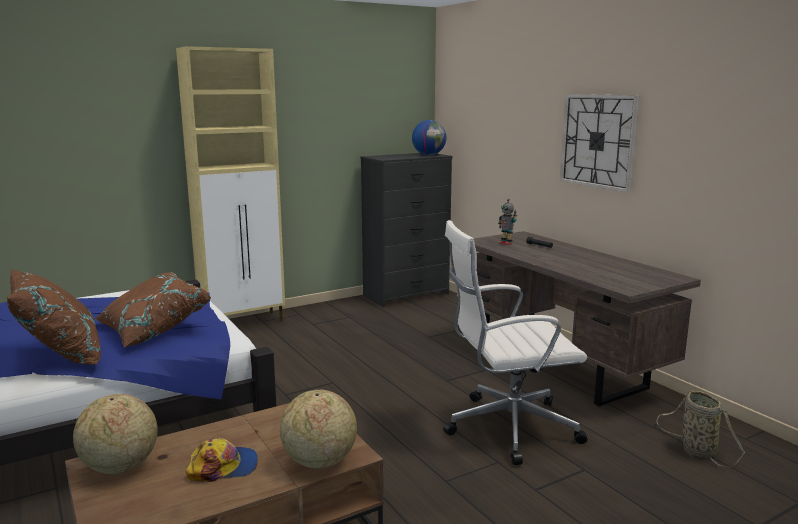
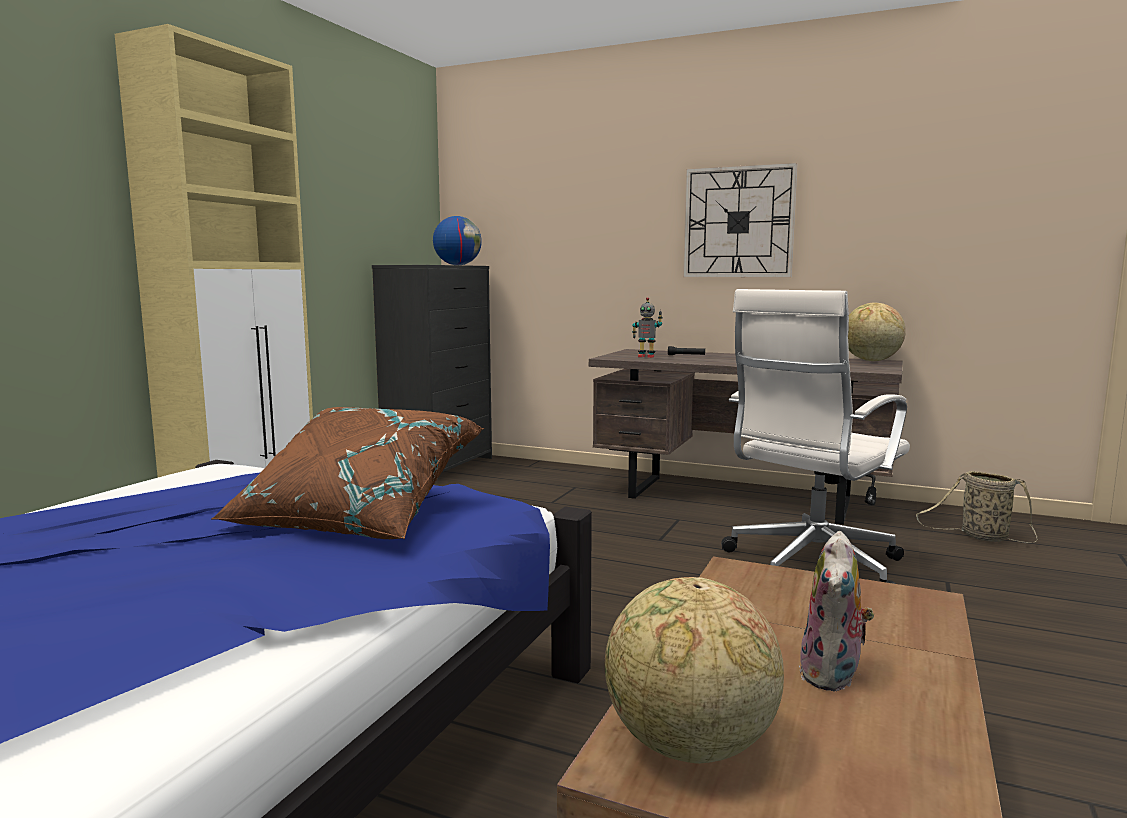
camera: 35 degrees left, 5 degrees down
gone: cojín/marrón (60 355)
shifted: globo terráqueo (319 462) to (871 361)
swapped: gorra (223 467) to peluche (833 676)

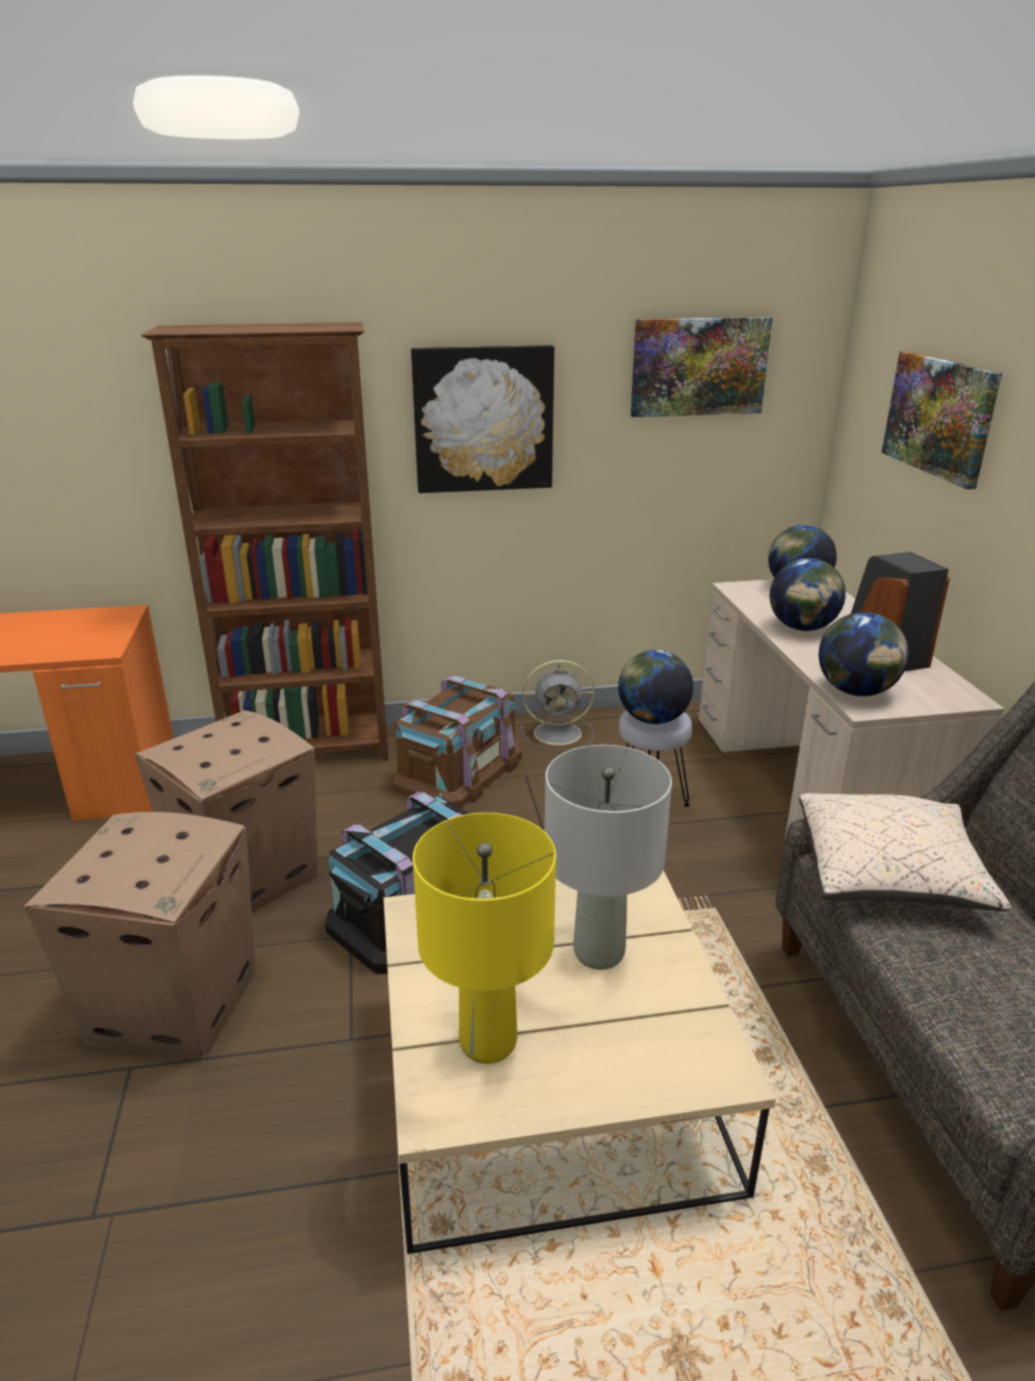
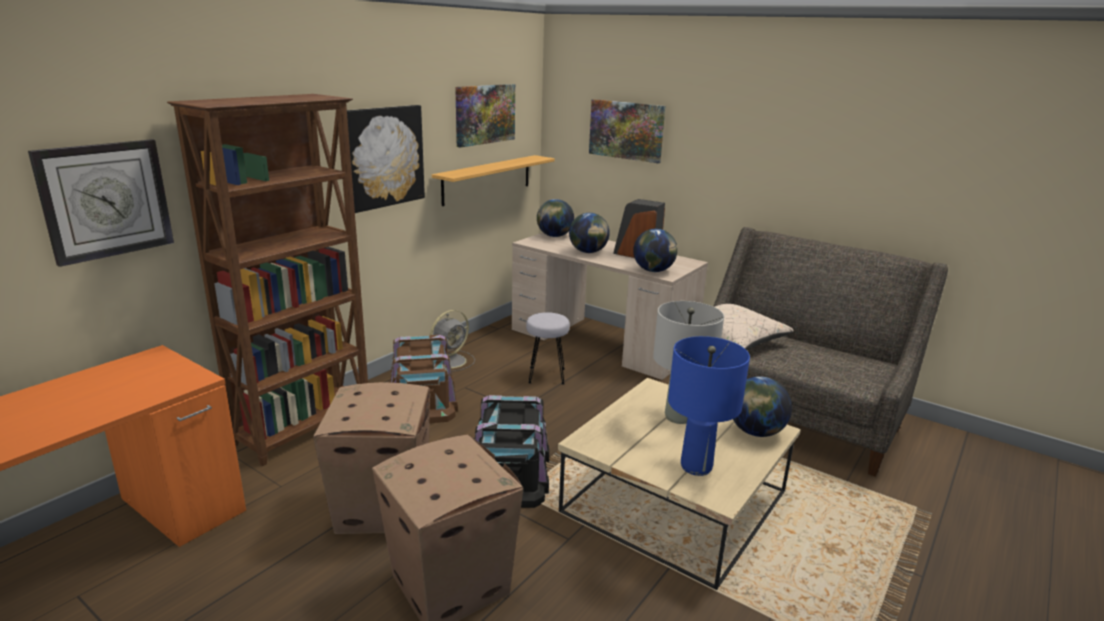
camera: 45 degrees left, 5 degrees down
new: reloj de pared (105 200); estante (487 179)
shifted: globo terráqueo (652 719) to (755 432)
repainted: lámpara de mesa/amarillo (488 1041) to lámpara de mesa/azul (695 466)

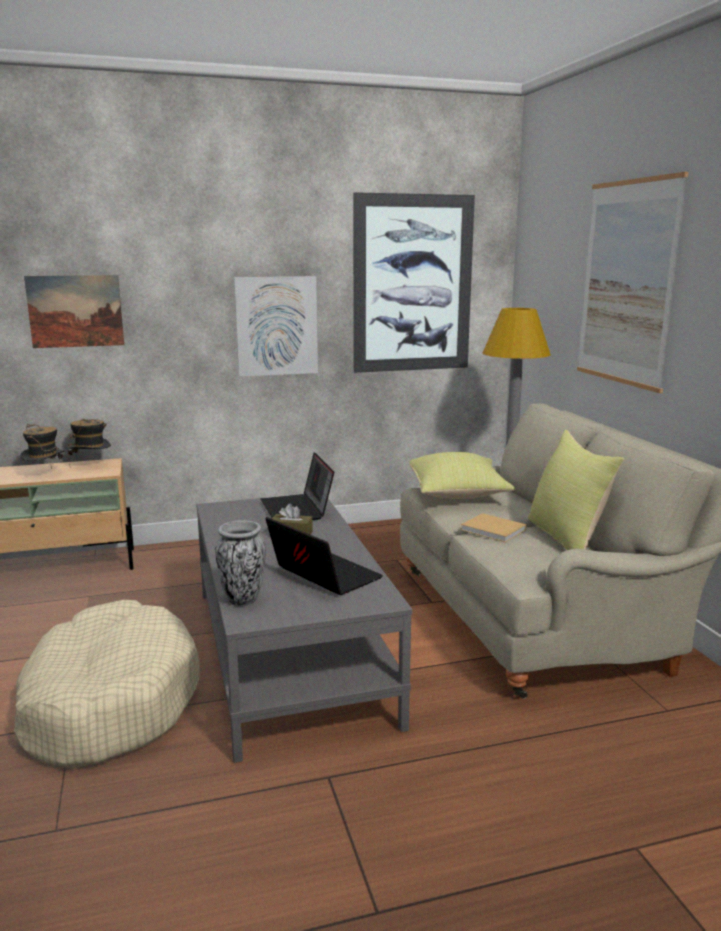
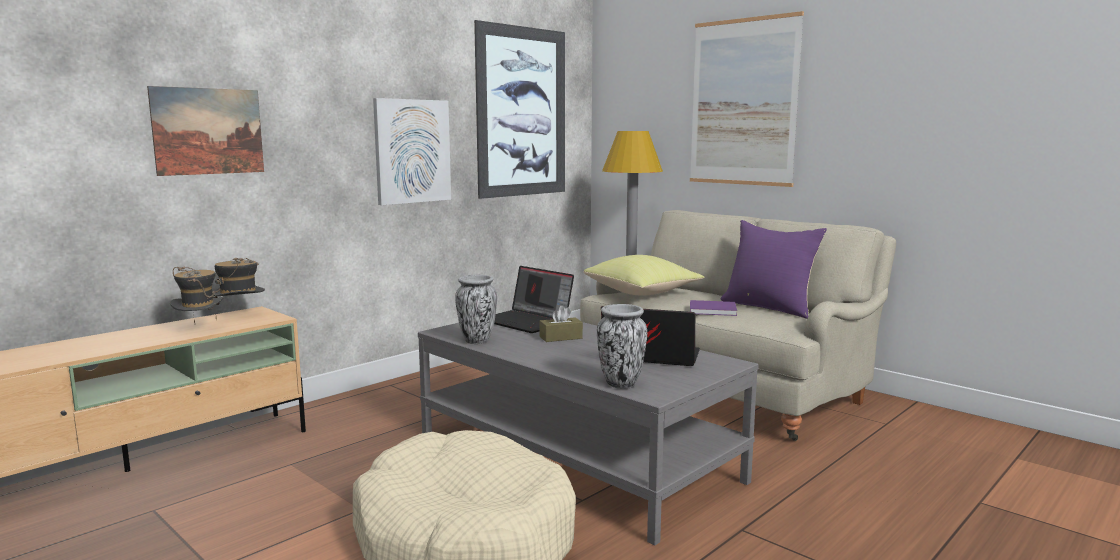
camera: 30 degrees left, 5 degrees down
new: florero (476 341)
repainted: libro/beis (495 530) to libro/morado (714 310); cojín/amarillo (567 538) to cojín/morado (769 307)

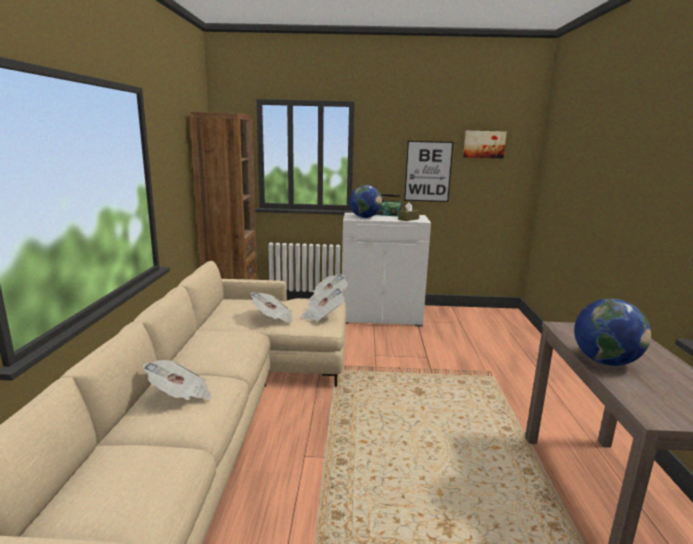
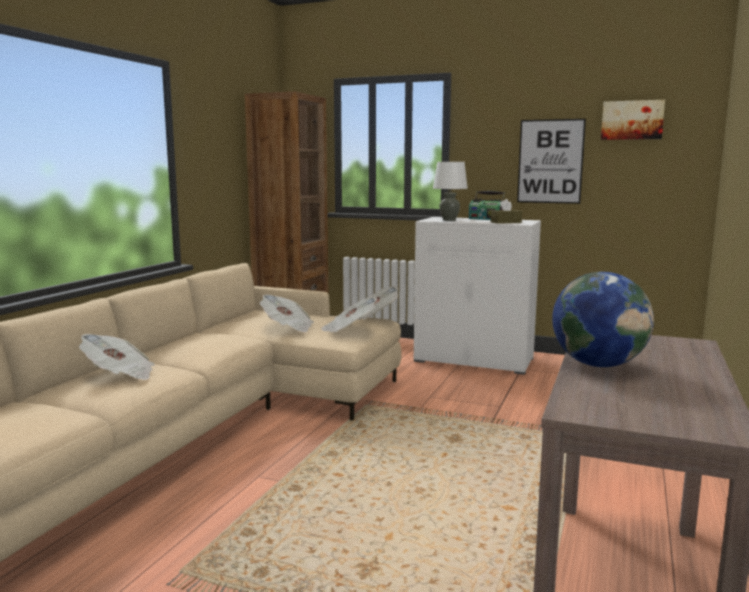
camera: 20 degrees right, 5 degrees down
swapped: globo terráqueo (365 217) to lámpara de mesa/blanco (449 220)

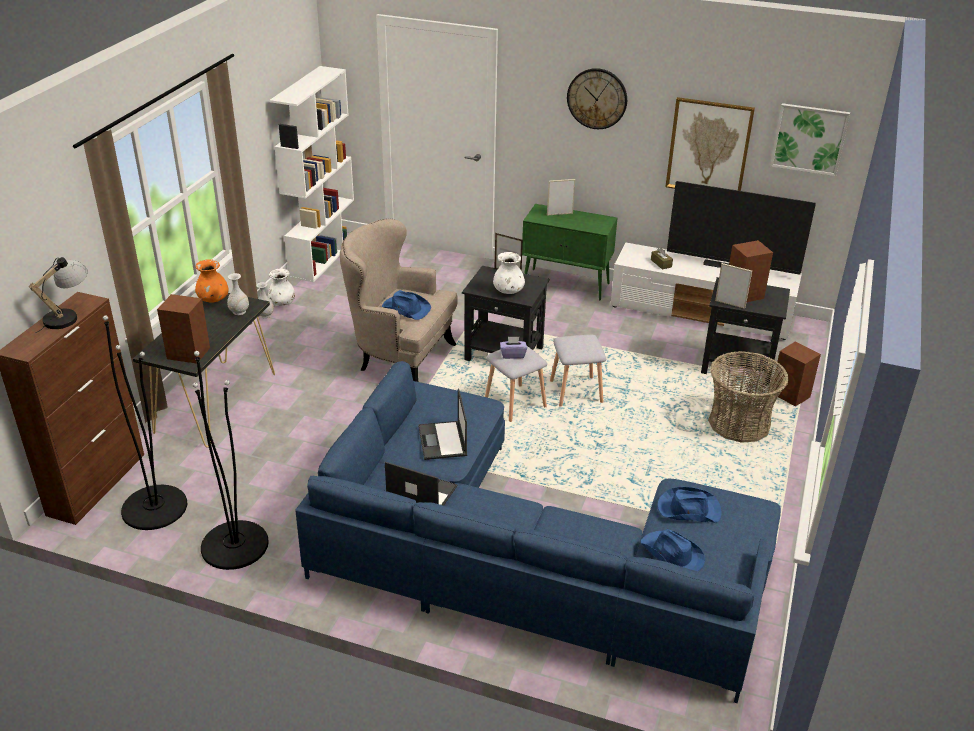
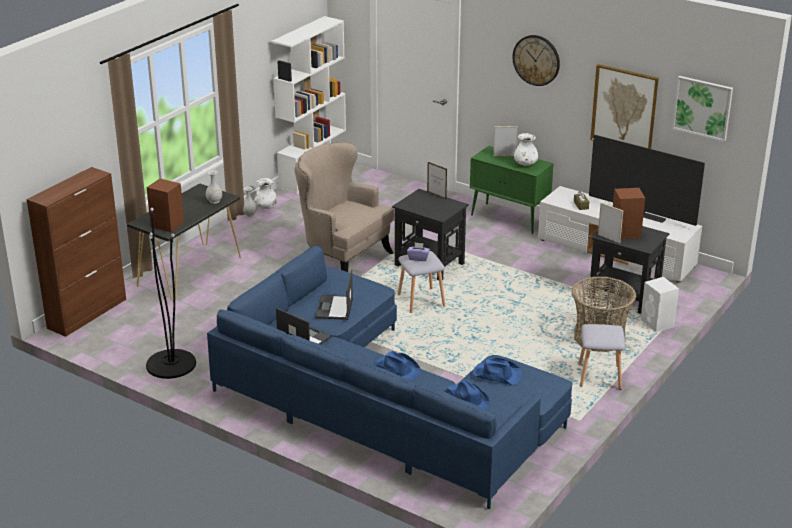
camera: 15 degrees right, 5 degrees down
gone: lámpara de mesa (68 316); lámpara de pie/negro (154 507); florero/naranja (213 299)
shifted: sombrero/azul (406 308) to (397 369); florero/blanco (508 291) to (525 164); taburete/gris (576 392) to (600 377)
repainted: altavoz/marrón (791 395) to altavoz/blanco (657 324)

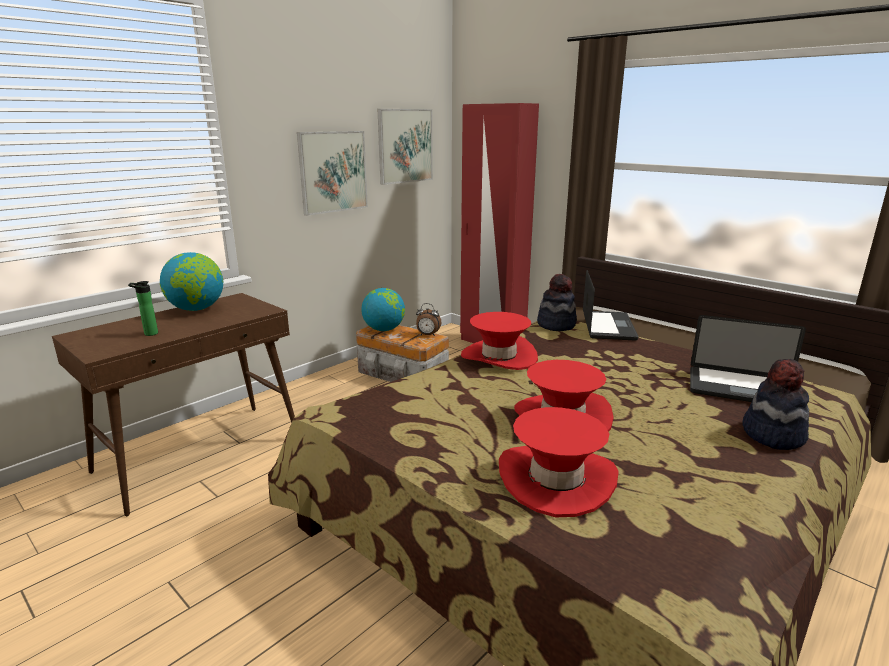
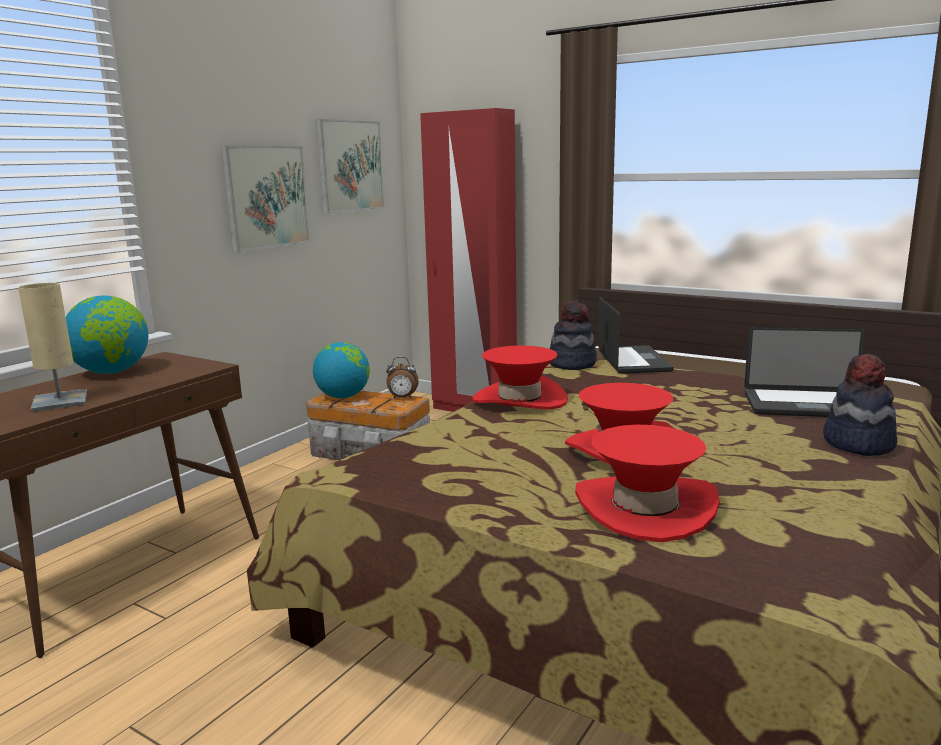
camera: 10 degrees left, 5 degrees down
swapped: botella (149 334) to lámpara de mesa/beis (60 401)

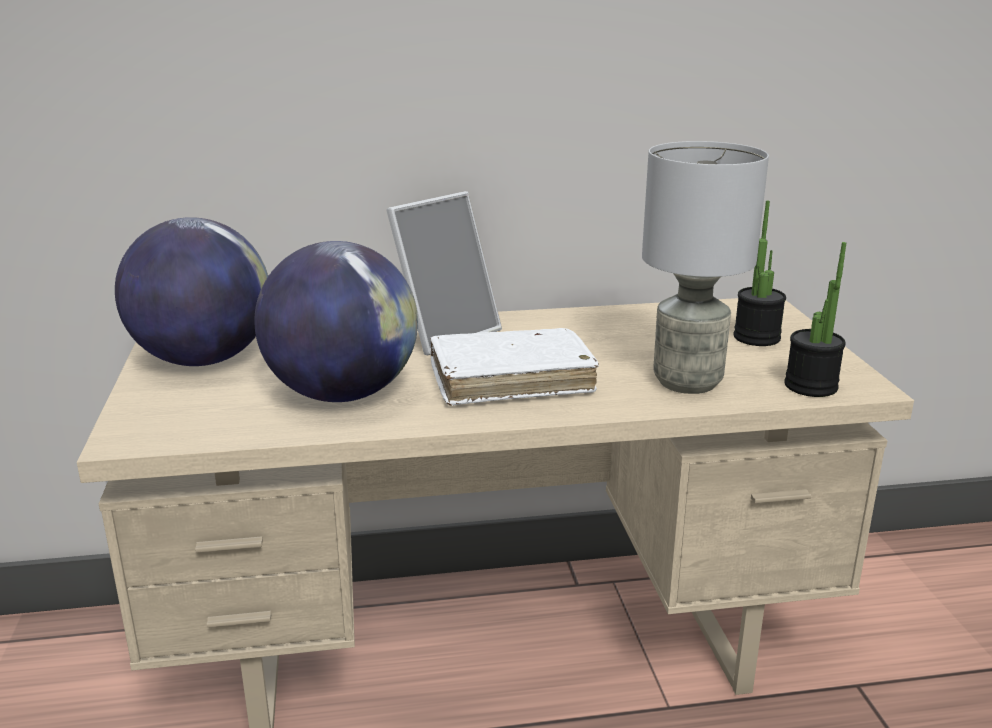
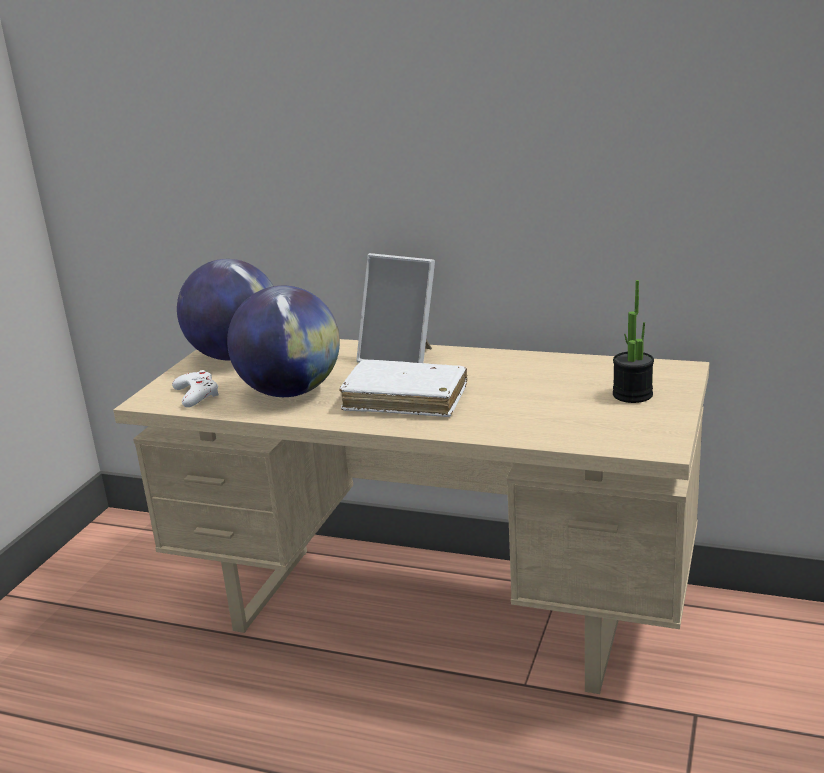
camera: 30 degrees right, 0 degrees up
gone: lámpara de mesa/gris (687 381); planta en maceta (810 386)
new: mando de consola/blanco (197 394)
rotated: portarretratos (444 334) = (402 359) 45 degrees clockwise

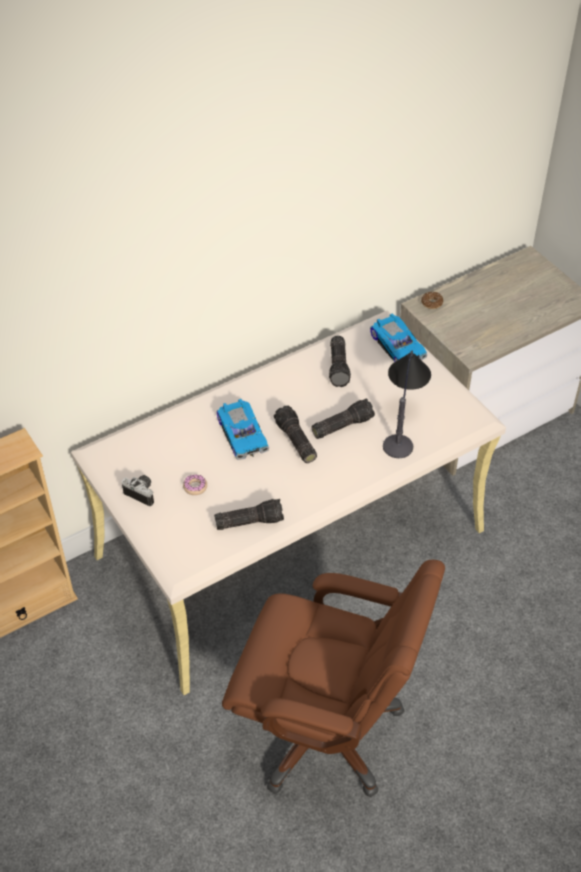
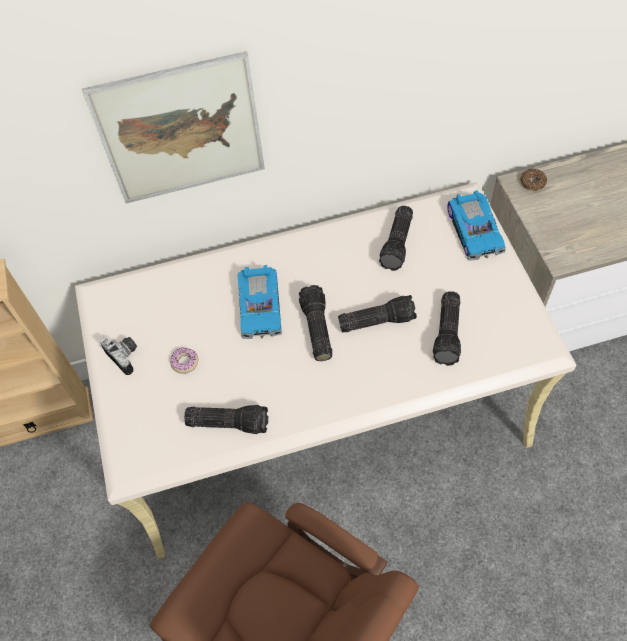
camera: 20 degrees right, 10 degrees up
new: cuadro (181 131)
swapped: lámpara de mesa (402 423) to linterna (448 334)

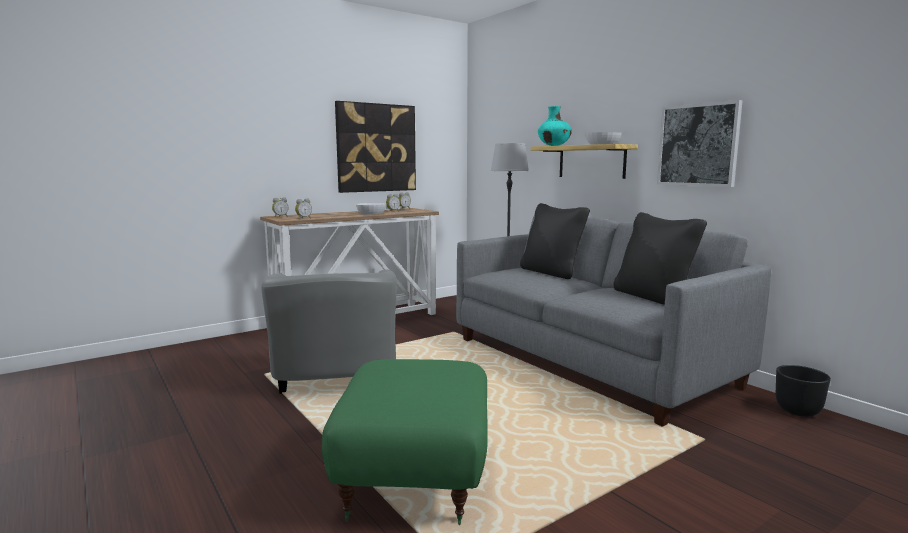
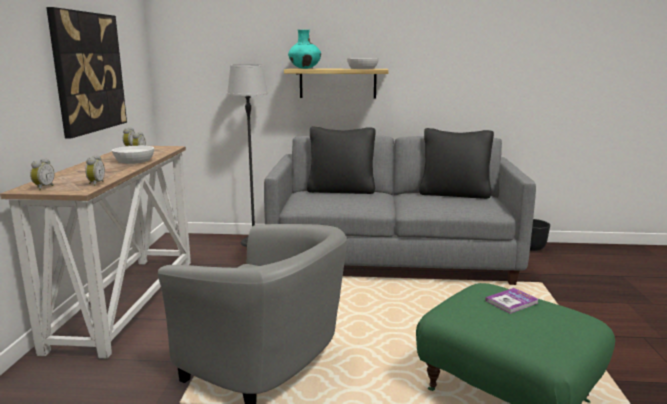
camera: 50 degrees left, 5 degrees up
gone: cuadro (698 145)
new: libro (511 302)

